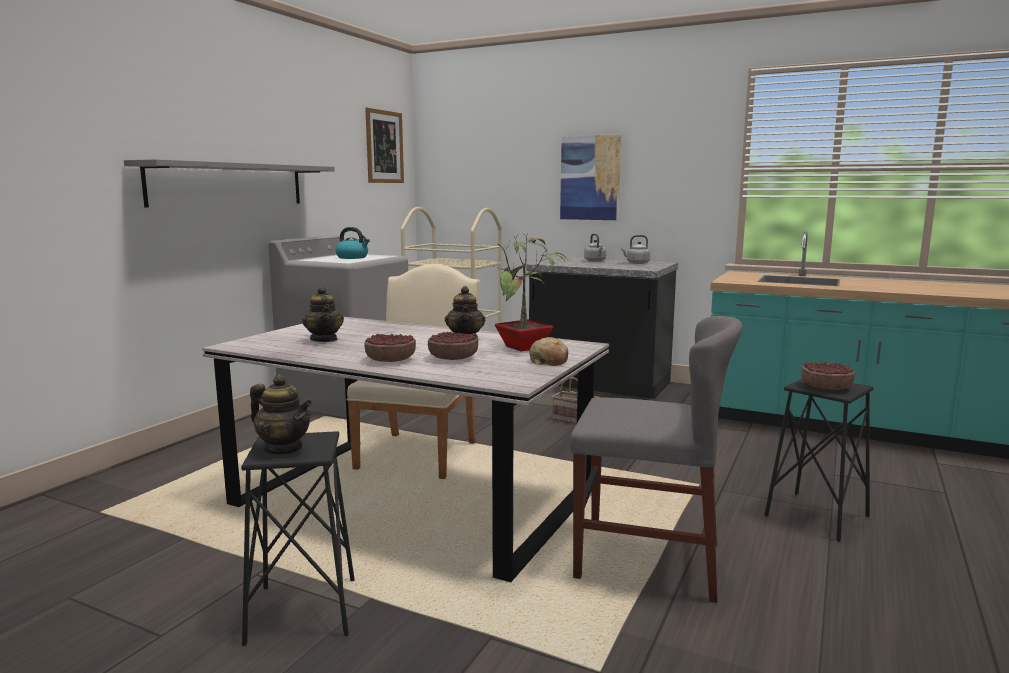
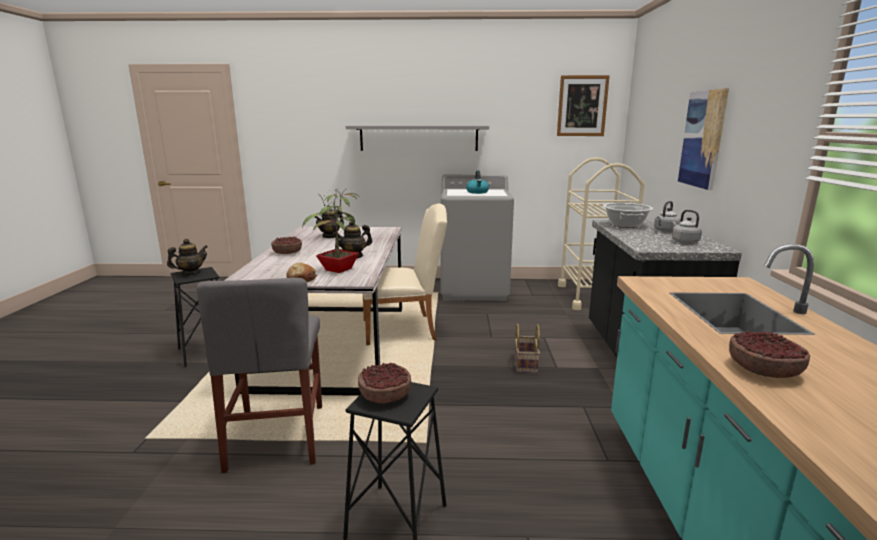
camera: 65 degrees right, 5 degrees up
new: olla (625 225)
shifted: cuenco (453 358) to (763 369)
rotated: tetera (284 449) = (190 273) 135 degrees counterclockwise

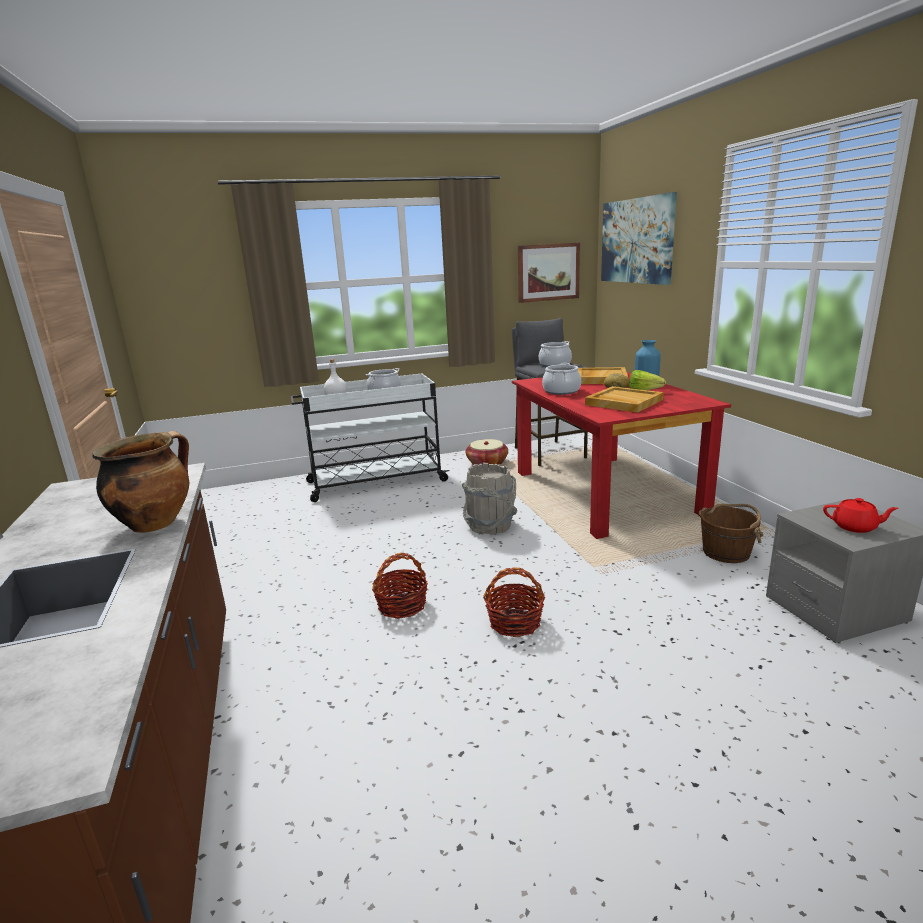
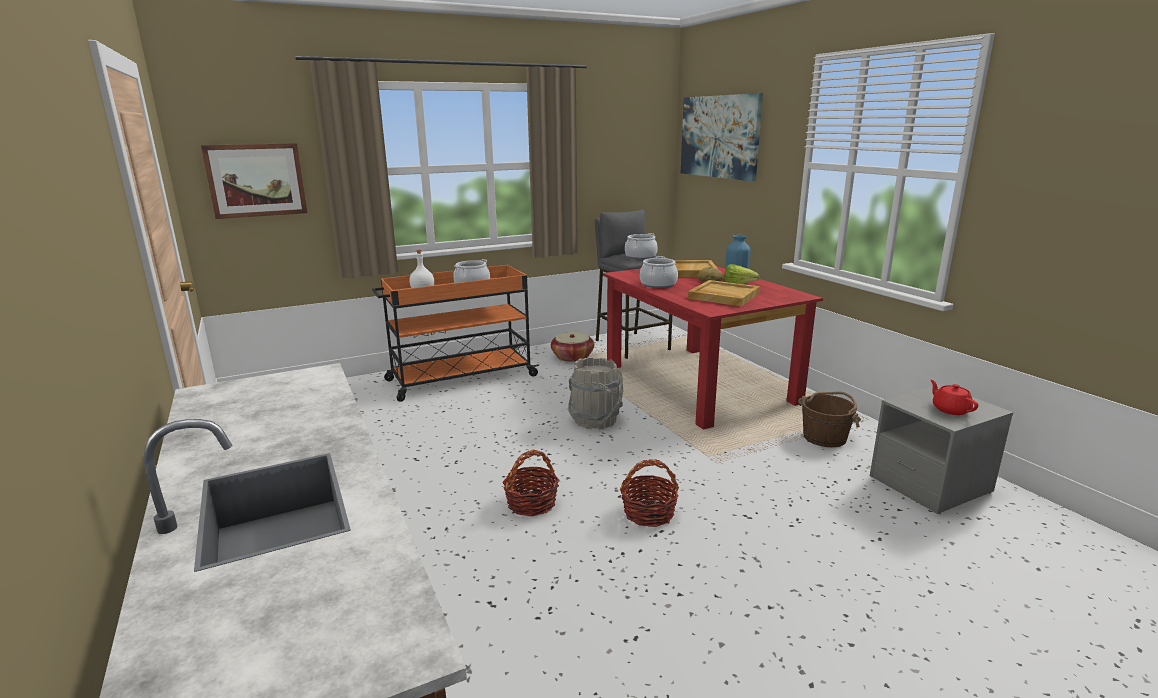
camera: 10 degrees left, 0 degrees up
gone: olla (156 523)
shifted: cuadro (548 272) to (256 180)
repainted: carrito/blanco (375 482) to carrito/naranja (460 378)
rotated: tetera/rojo (855 527) = (950 409) 120 degrees counterclockwise

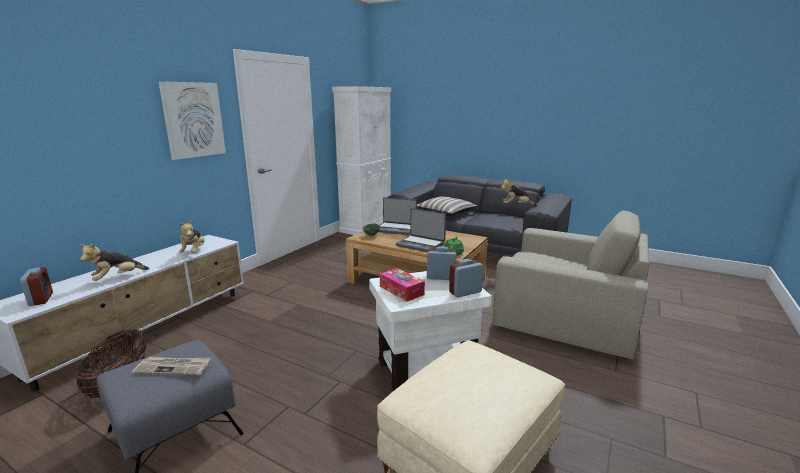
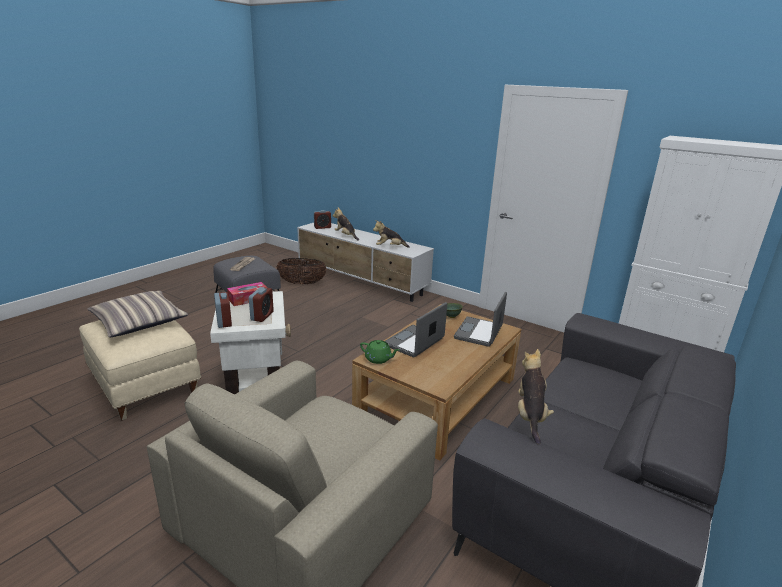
camera: 95 degrees right, 5 degrees up
gone: cuadro (193 120)
shifted: cojín (445 212) to (139 322)

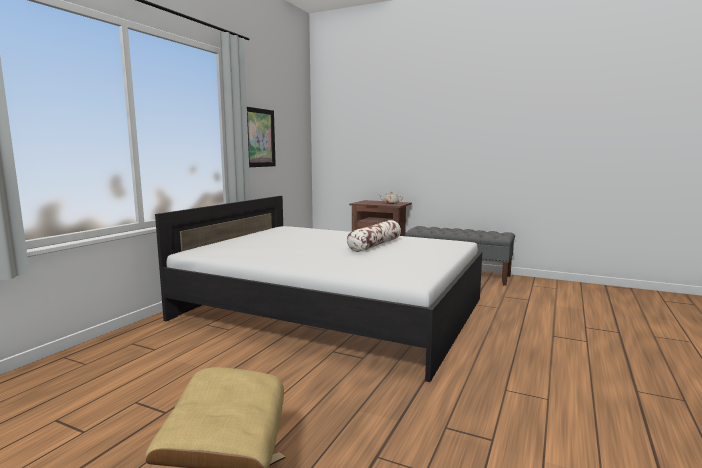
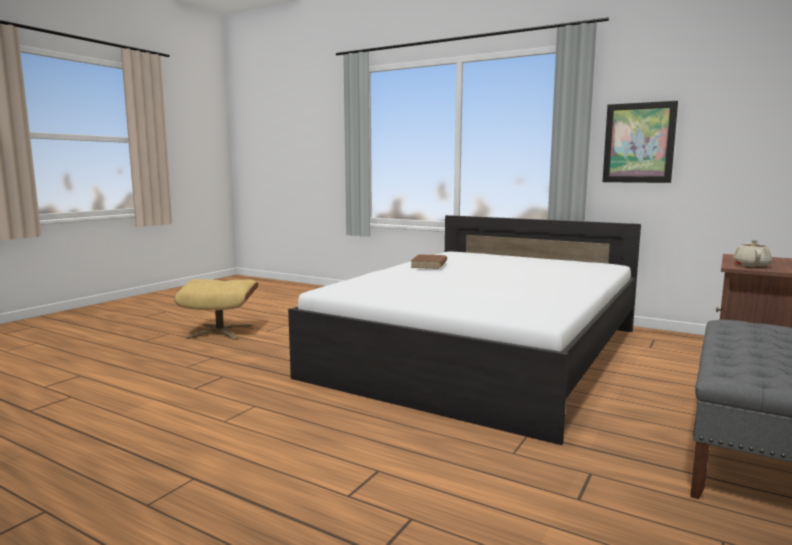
camera: 95 degrees right, 0 degrees up
gone: cojín (375 245)
new: libro/marrón (429 264)

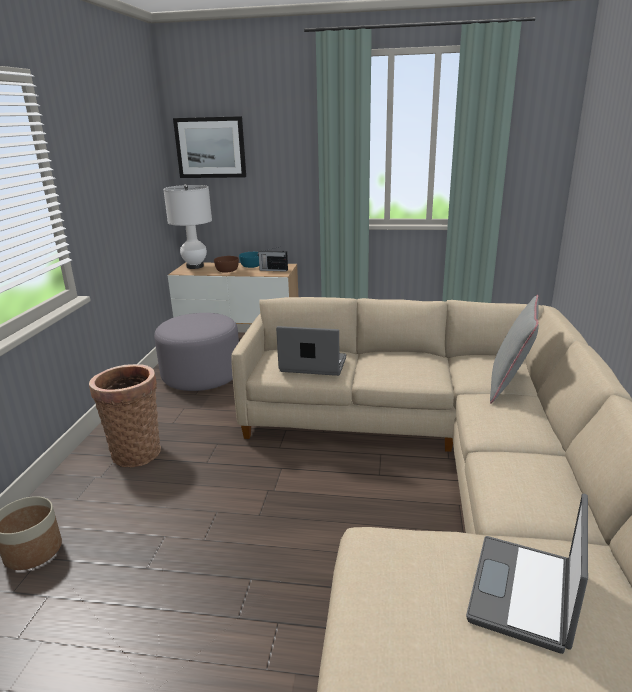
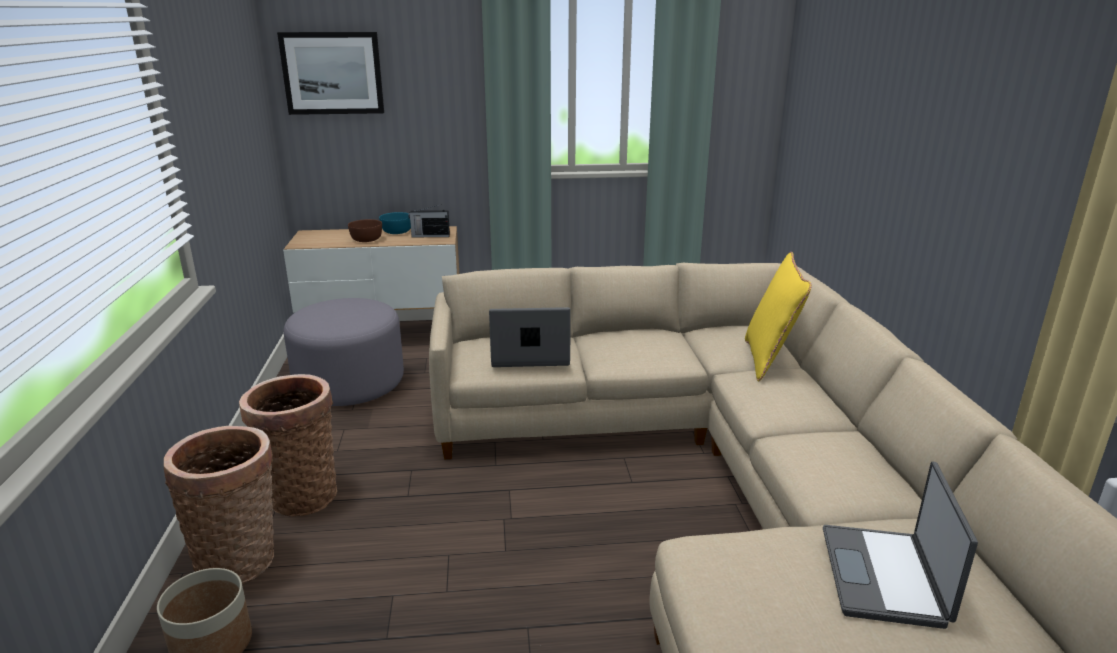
camera: 15 degrees left, 0 degrees up
gone: lámpara de mesa/blanco (195 266)
new: cesta (240 560)
repainted: cojín/gris (509 386) to cojín/amarillo (769 360)

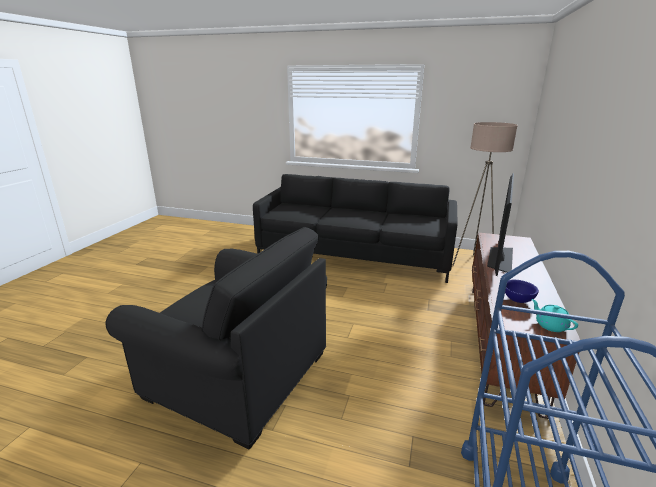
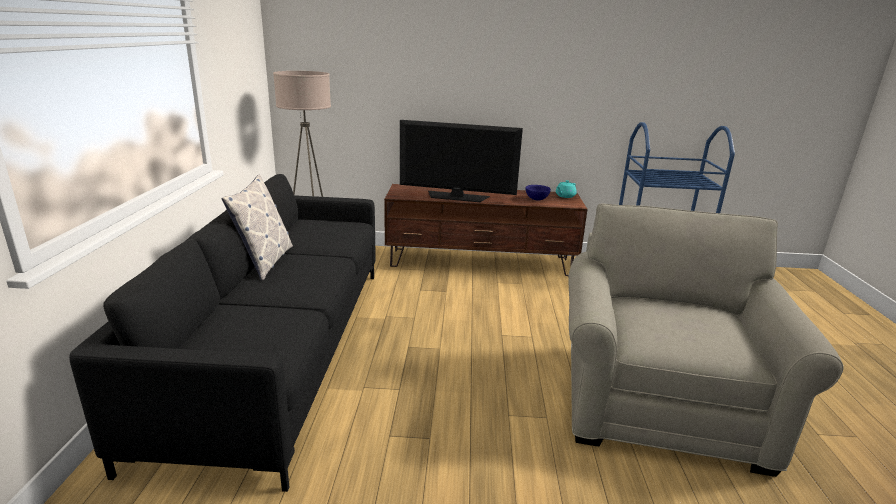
camera: 105 degrees left, 0 degrees up
new: cojín (265 262)
repainted: sillón/negro (238 375) to sillón/beis (659 403)

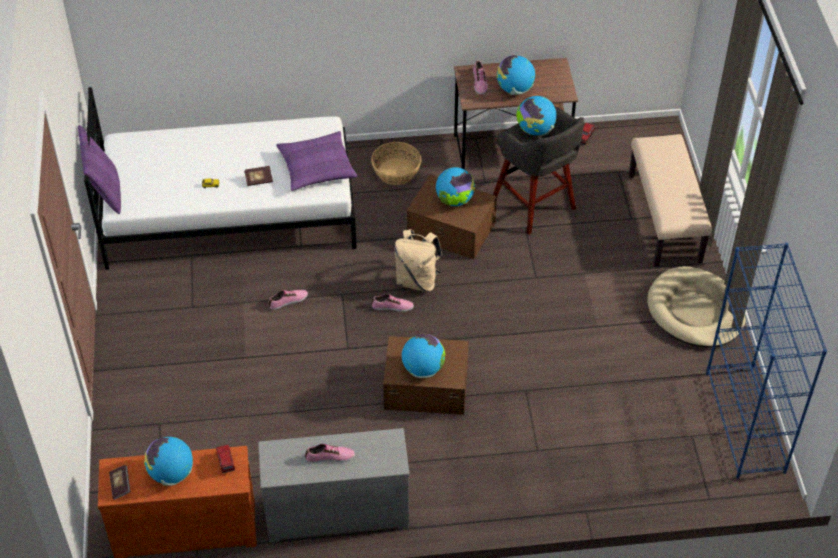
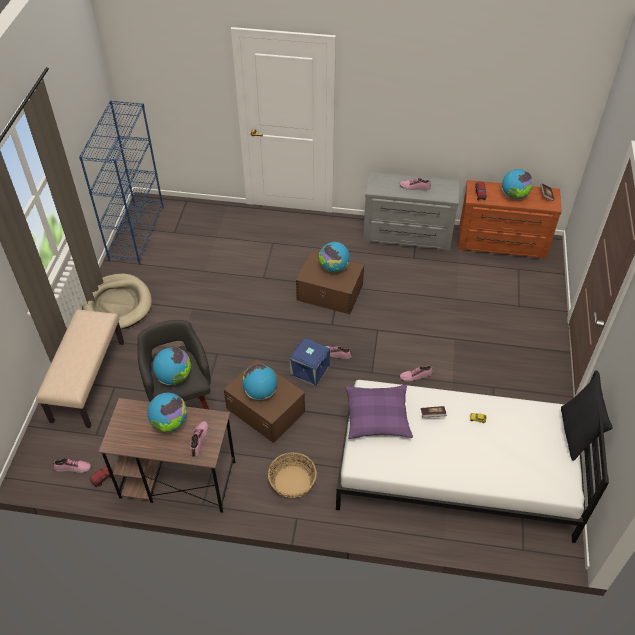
camera: 165 degrees left, 0 degrees up
new: zapato (72 468)
swapped: mochila/beis (417 280) to caja de almacenaje/azul (309 370)
repainted: cojín/morado (105 192) to cojín/negro (576 433)

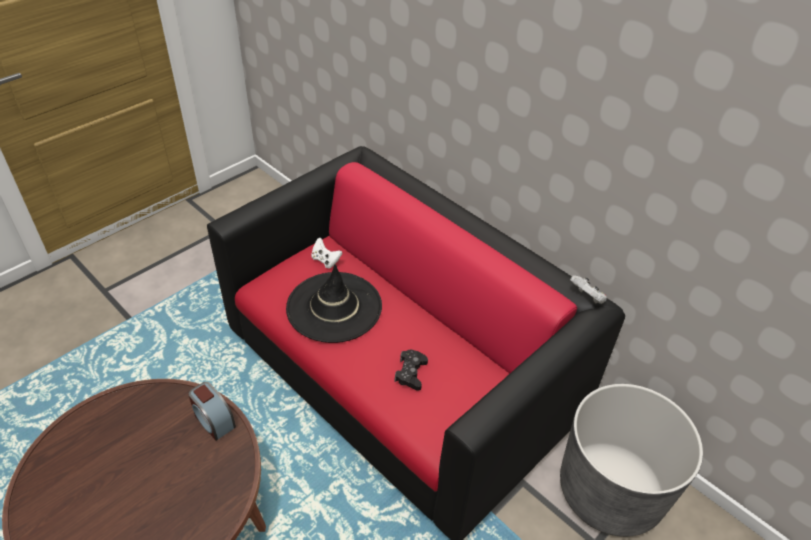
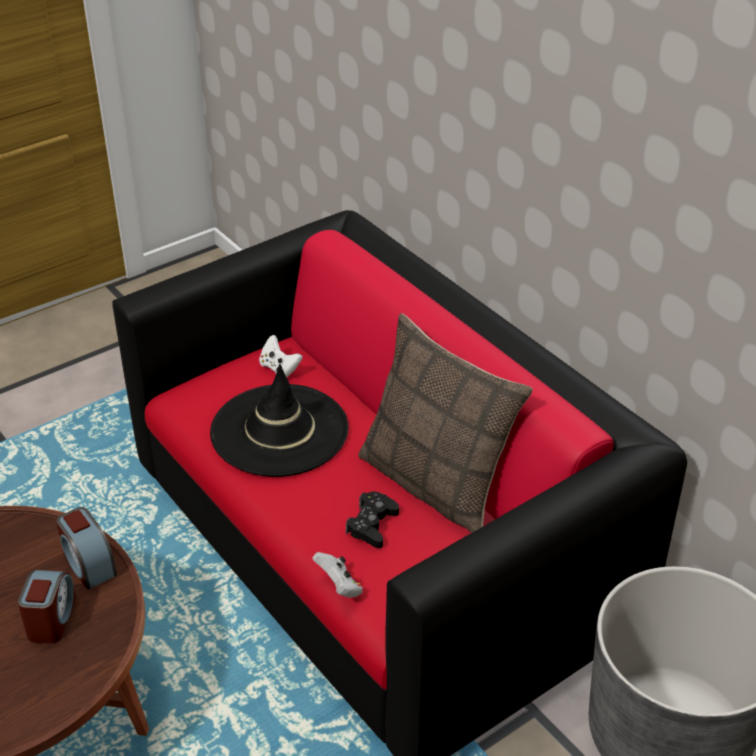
camera: 10 degrees right, 5 degrees down
new: despertador (51 618); cojín (436 483)
shifted: mando de consola/blanco (587 297) to (339 587)

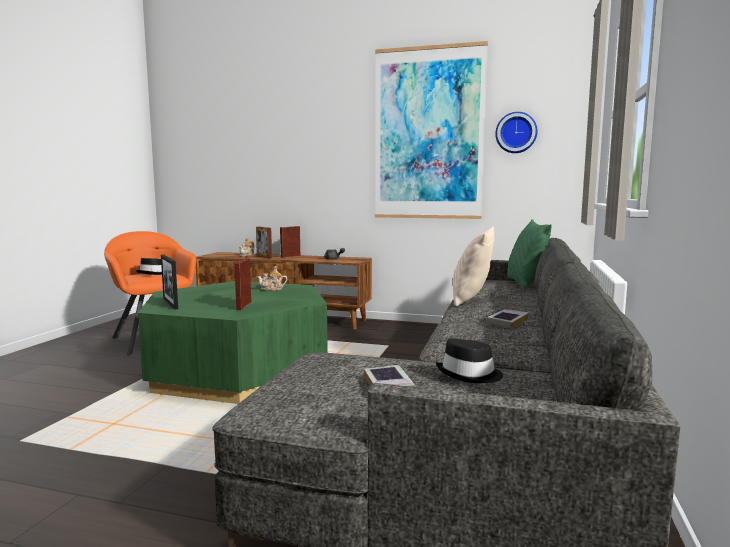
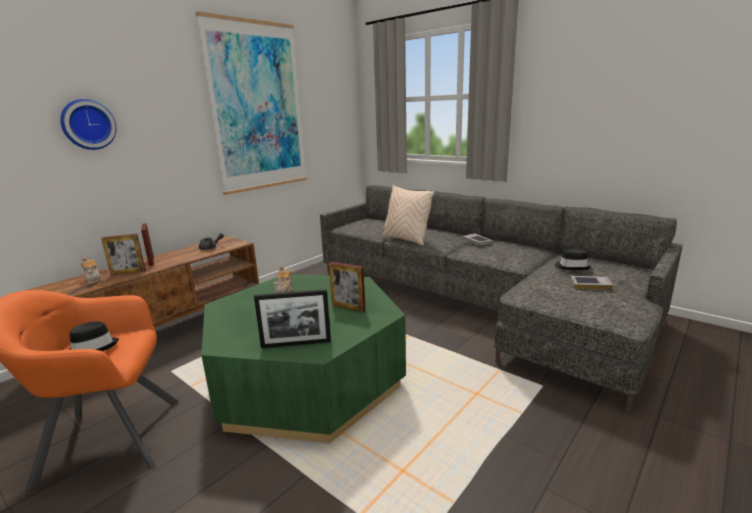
camera: 65 degrees left, 10 degrees up
gone: cojín/verde (524 283)
shifted: reloj de pared (516 133) to (87 124)

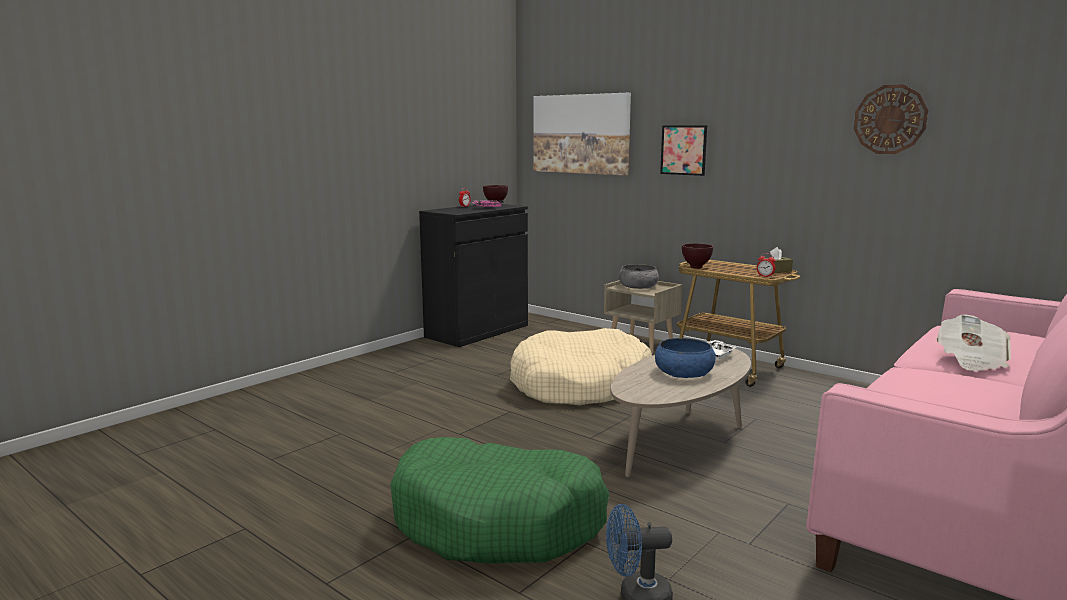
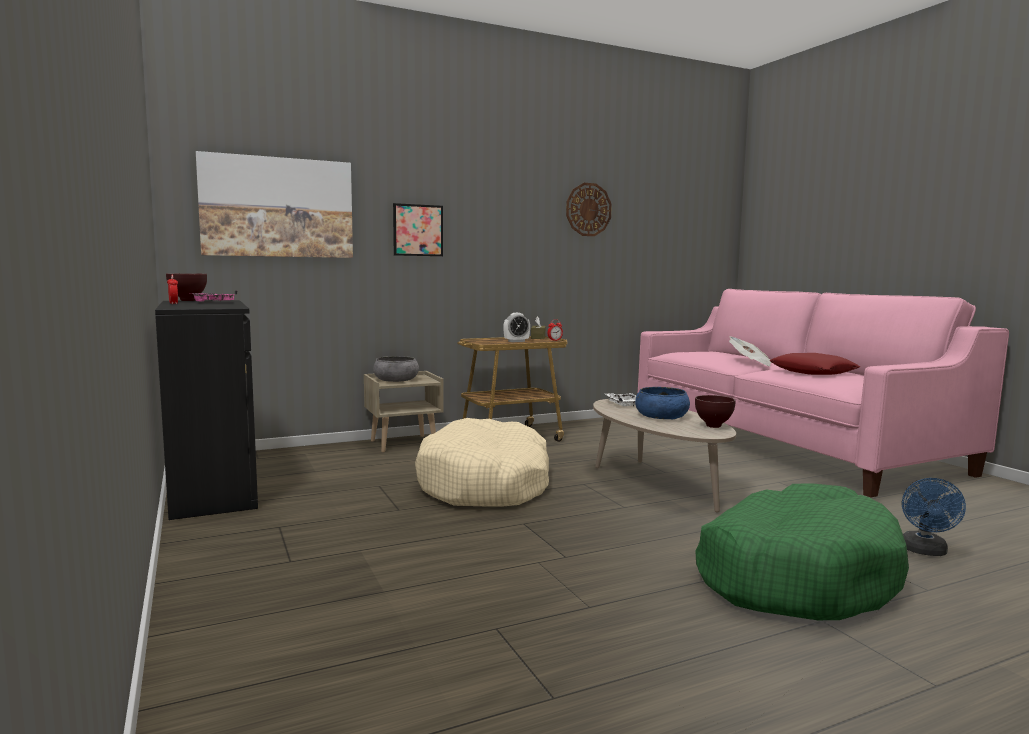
camera: 65 degrees left, 5 degrees down
new: despertador (516 341); cojín/rojo (813 371)
shifted: cuenco/marrón (696 267) to (714 426)

